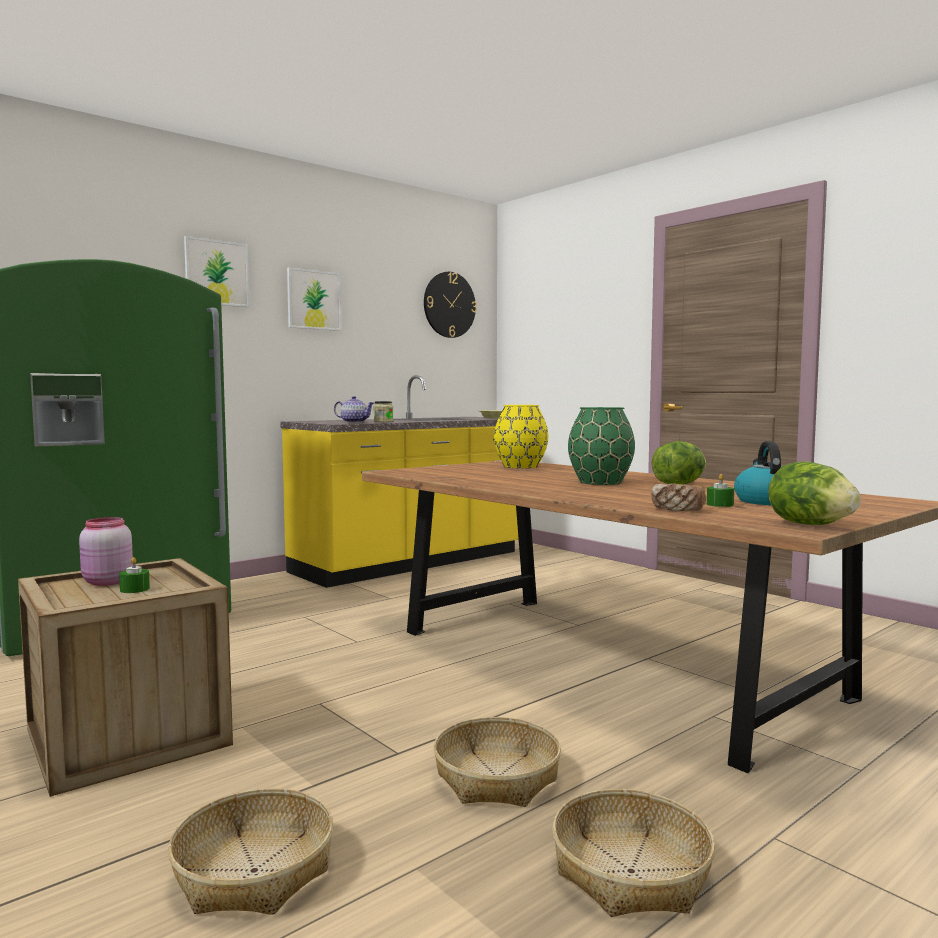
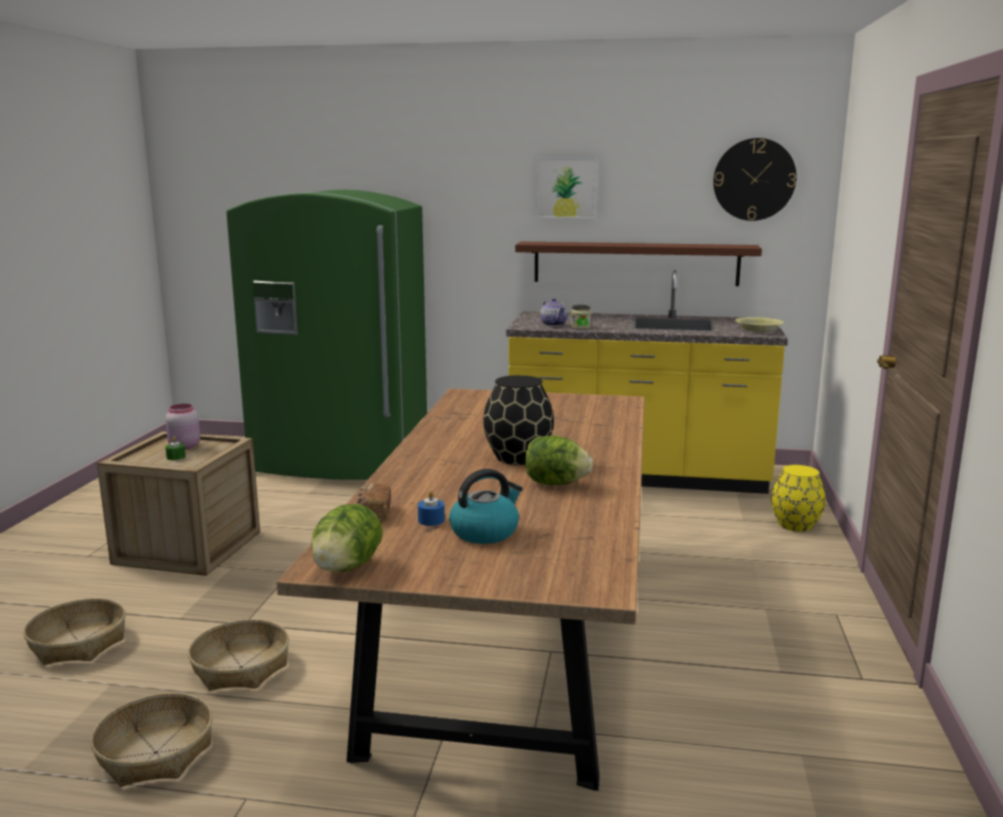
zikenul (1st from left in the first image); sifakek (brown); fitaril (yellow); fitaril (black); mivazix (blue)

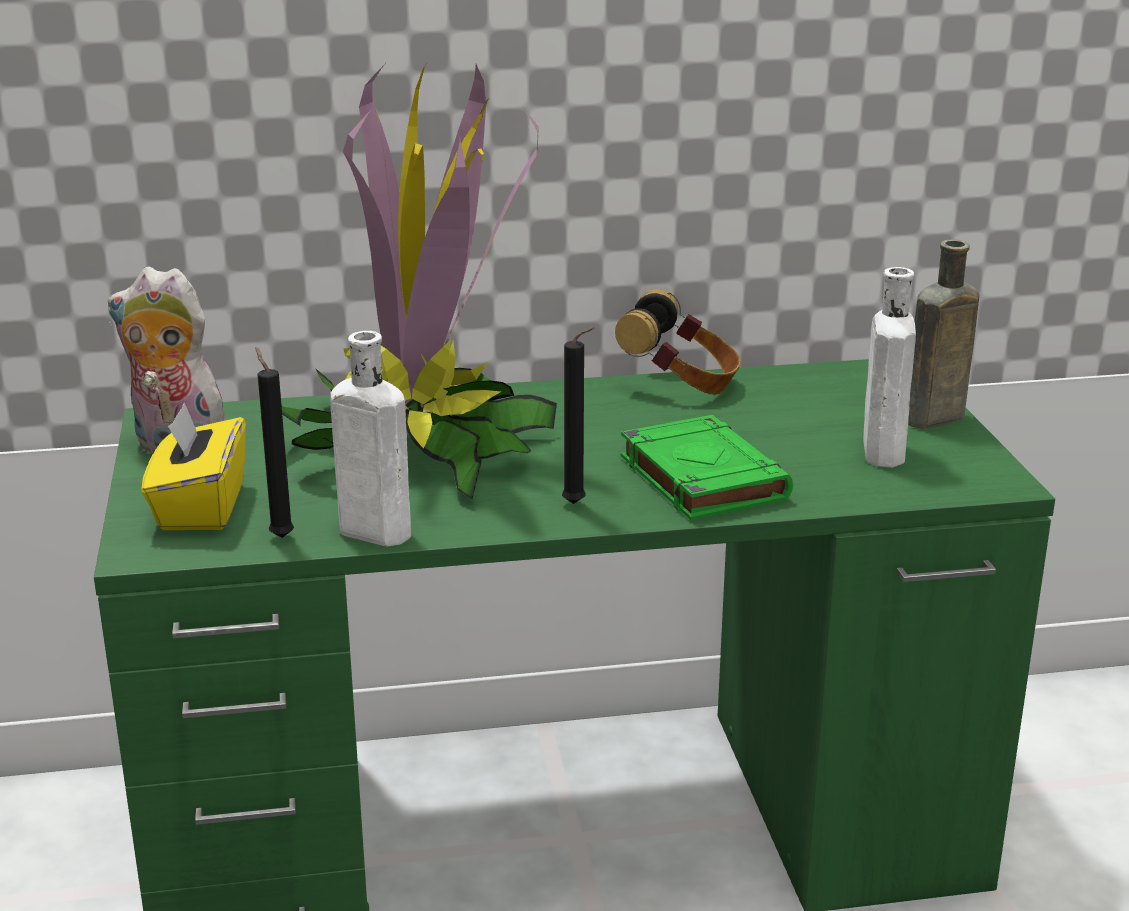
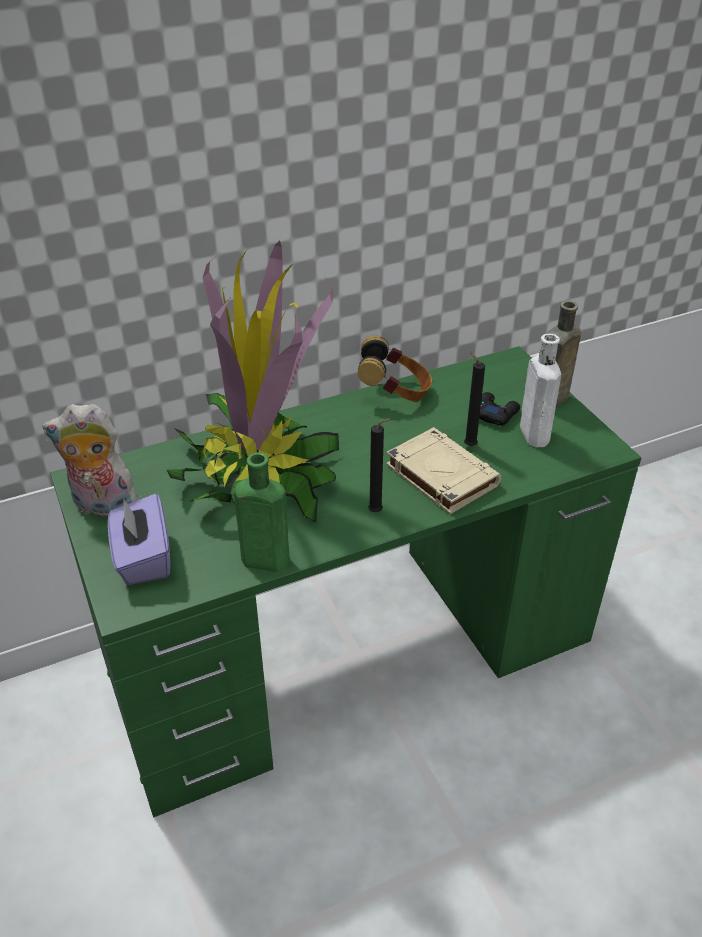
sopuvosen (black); mivazix (black) (2nd from left); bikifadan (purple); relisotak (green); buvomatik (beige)

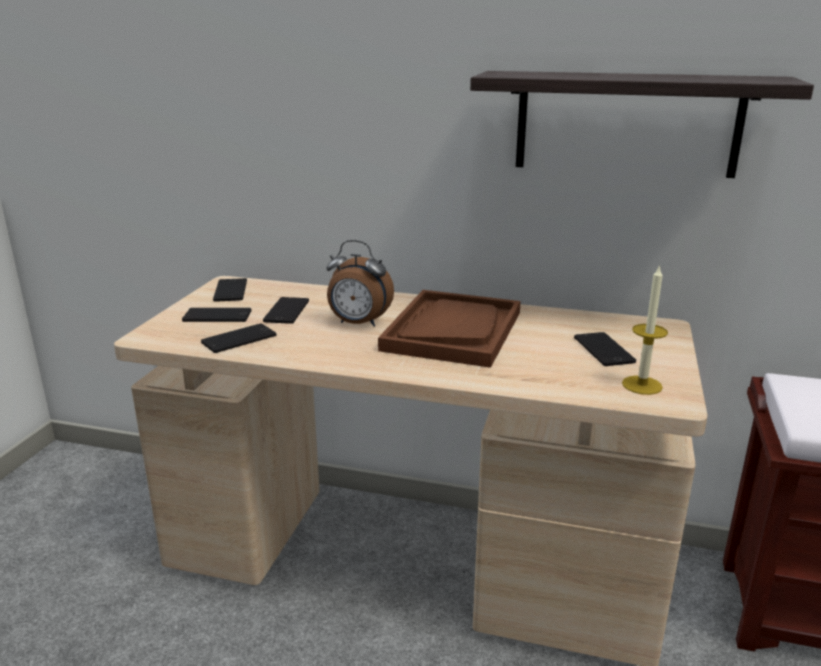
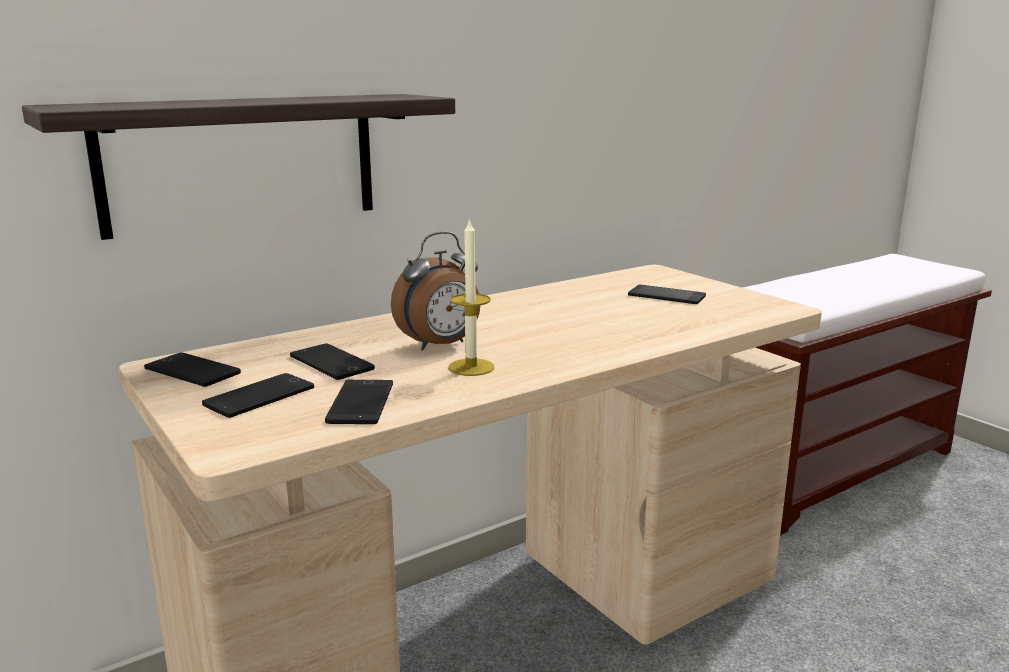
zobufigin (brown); sifakek; mivazix

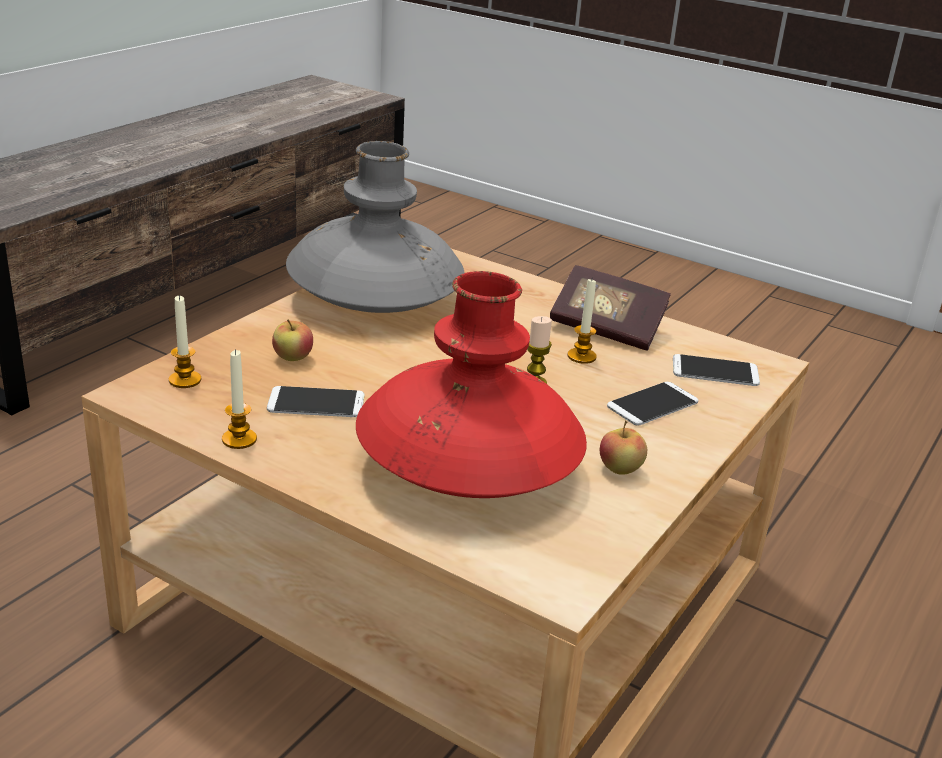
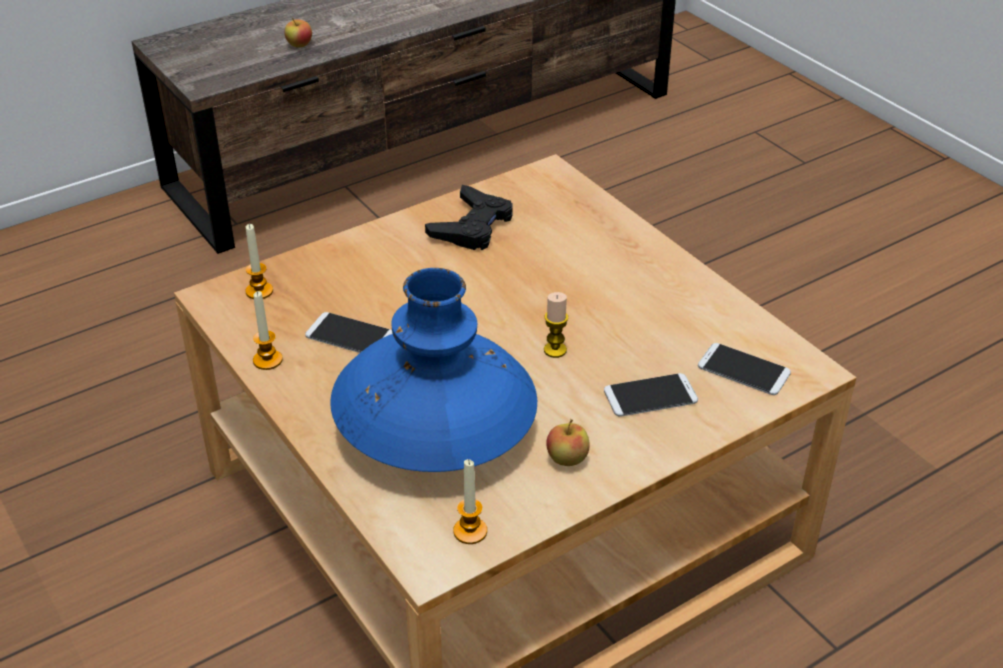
buvomatik; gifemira (1st from left); mivazix (3rd from left); sopuvosen (black); fitaril (blue)

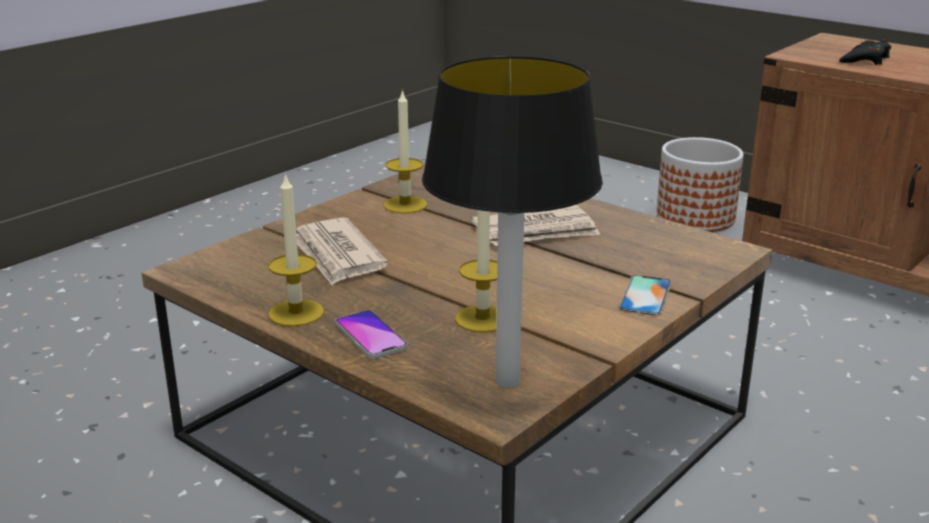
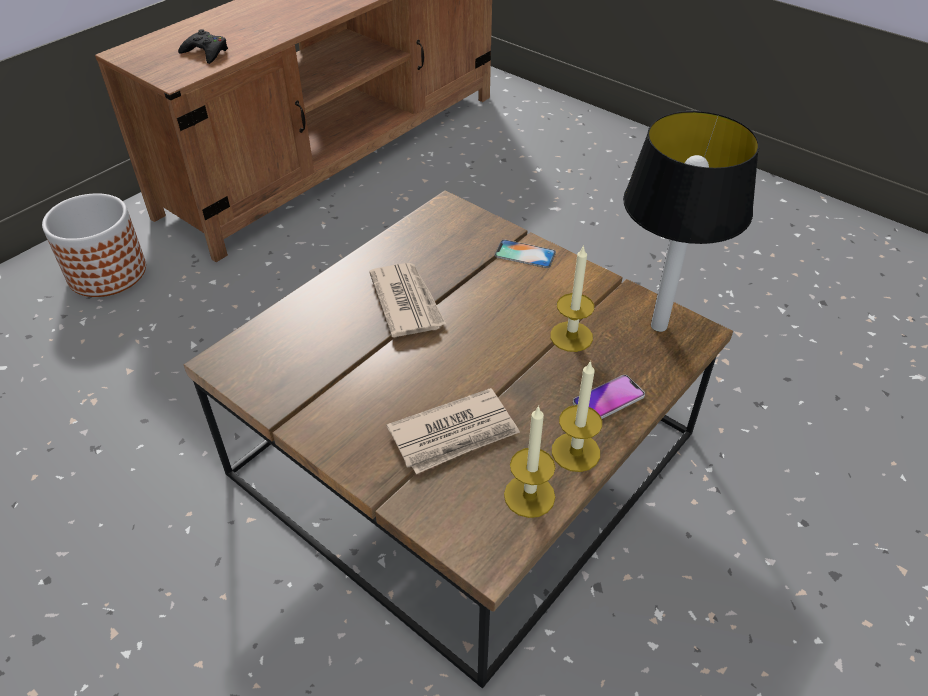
mivazix (1st from left)

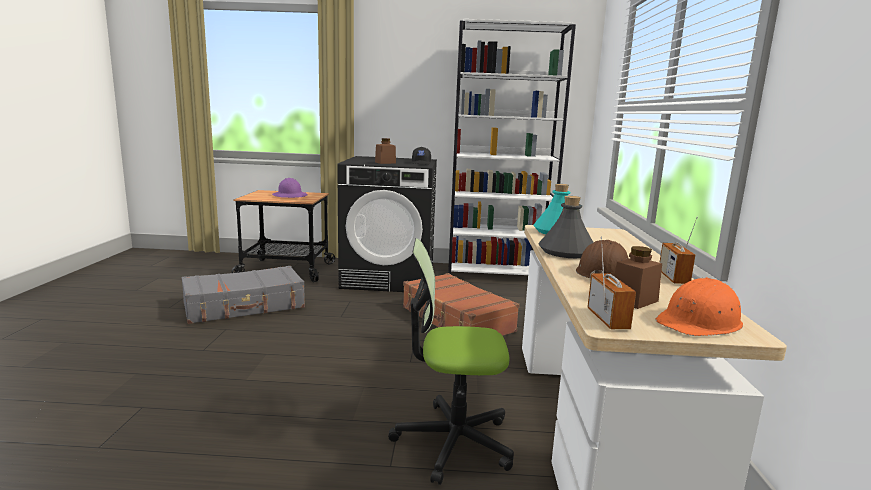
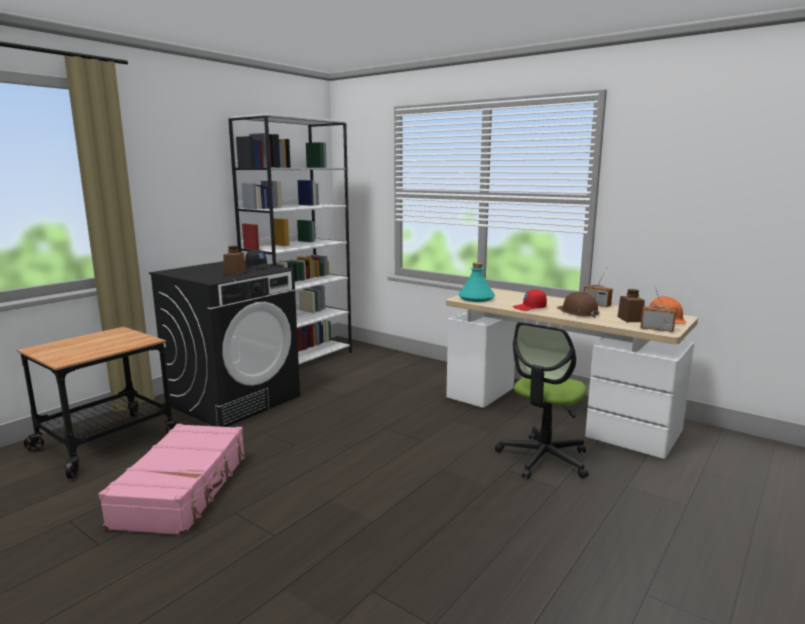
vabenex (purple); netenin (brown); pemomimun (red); netenin (pink)

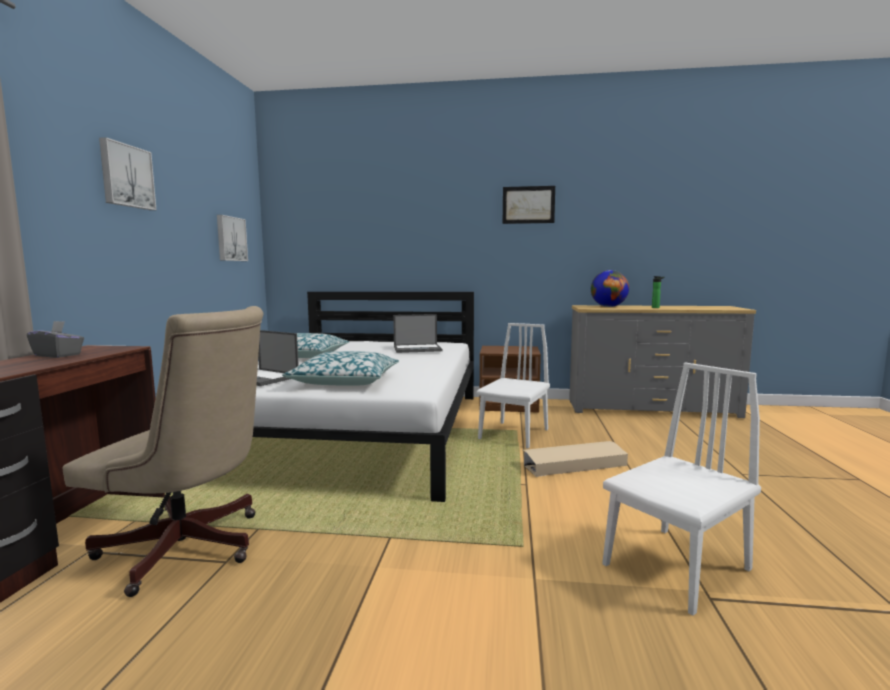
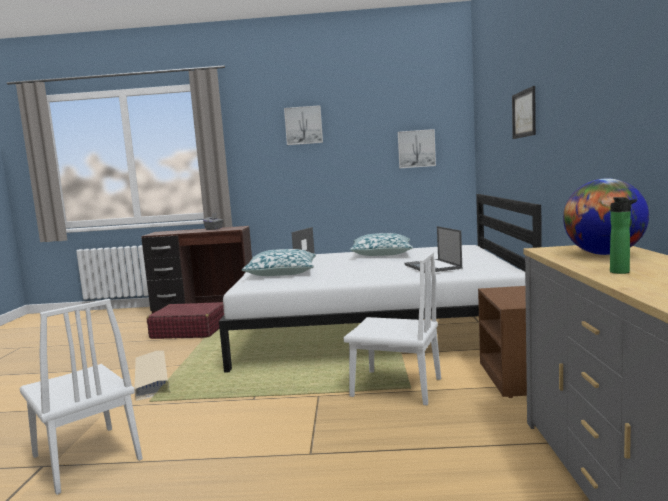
zikenul (3rd from left); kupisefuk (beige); netenin (red)

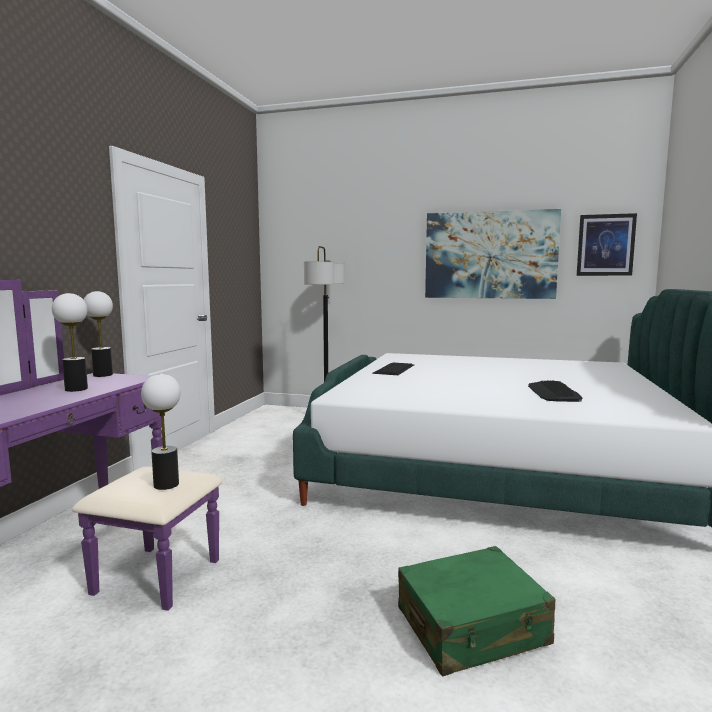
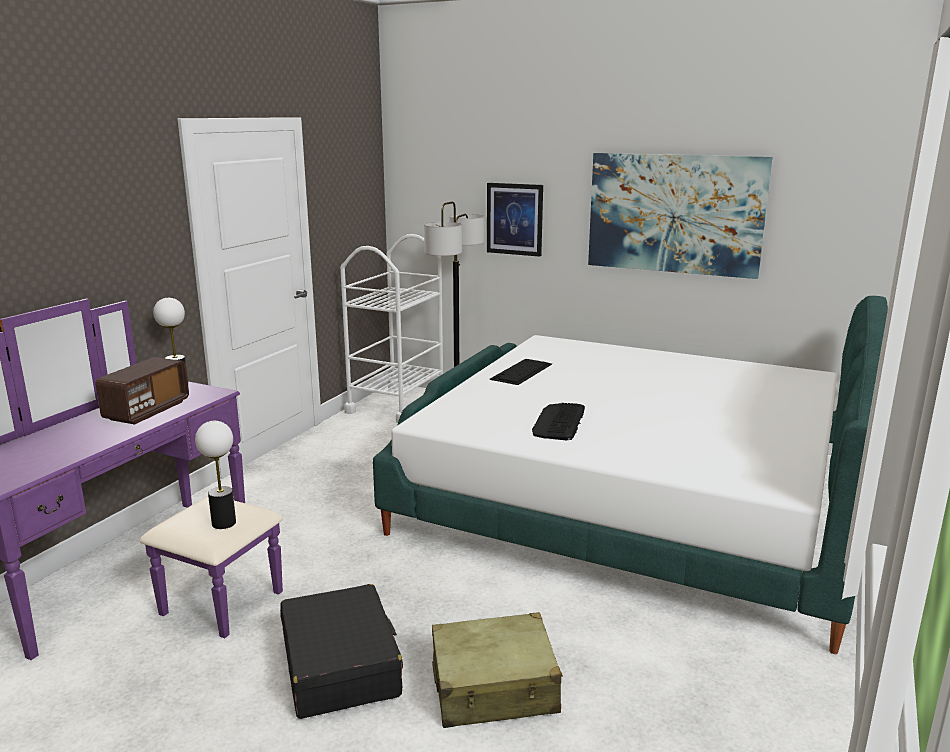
netenin (black); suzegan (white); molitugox (2nd from left); zikenul (1st from left); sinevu; netenin (beige)

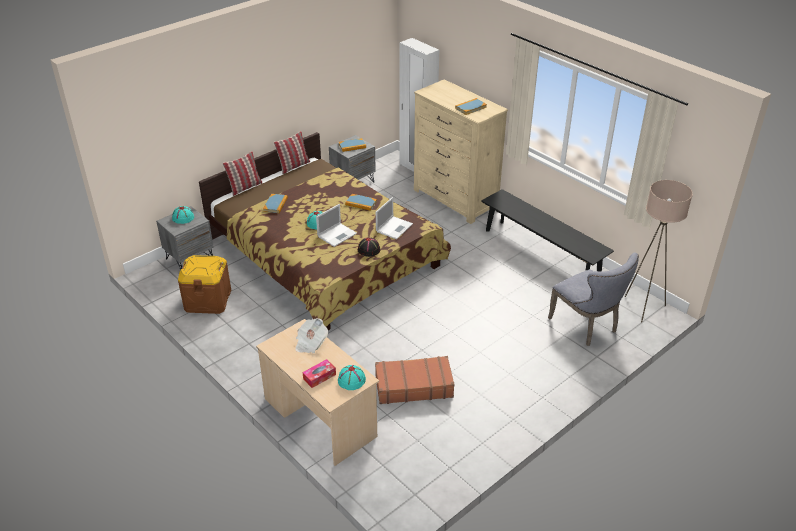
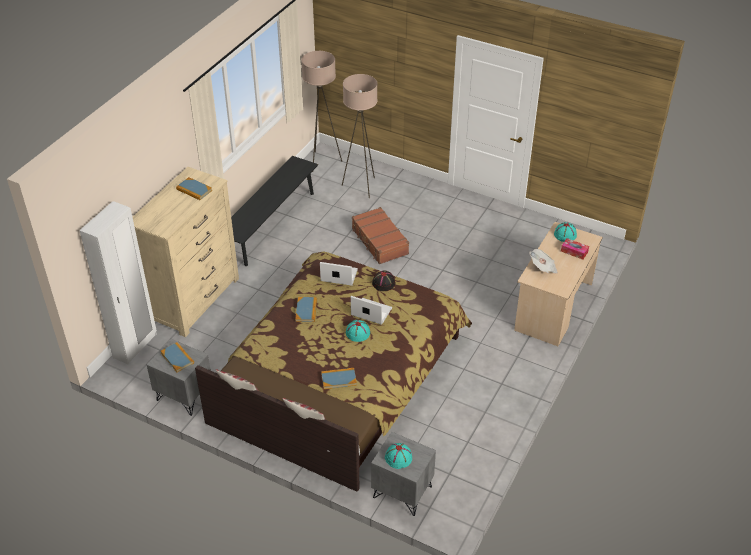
kupisefuk (brown); netenin (brown); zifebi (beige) (2nd from left)

